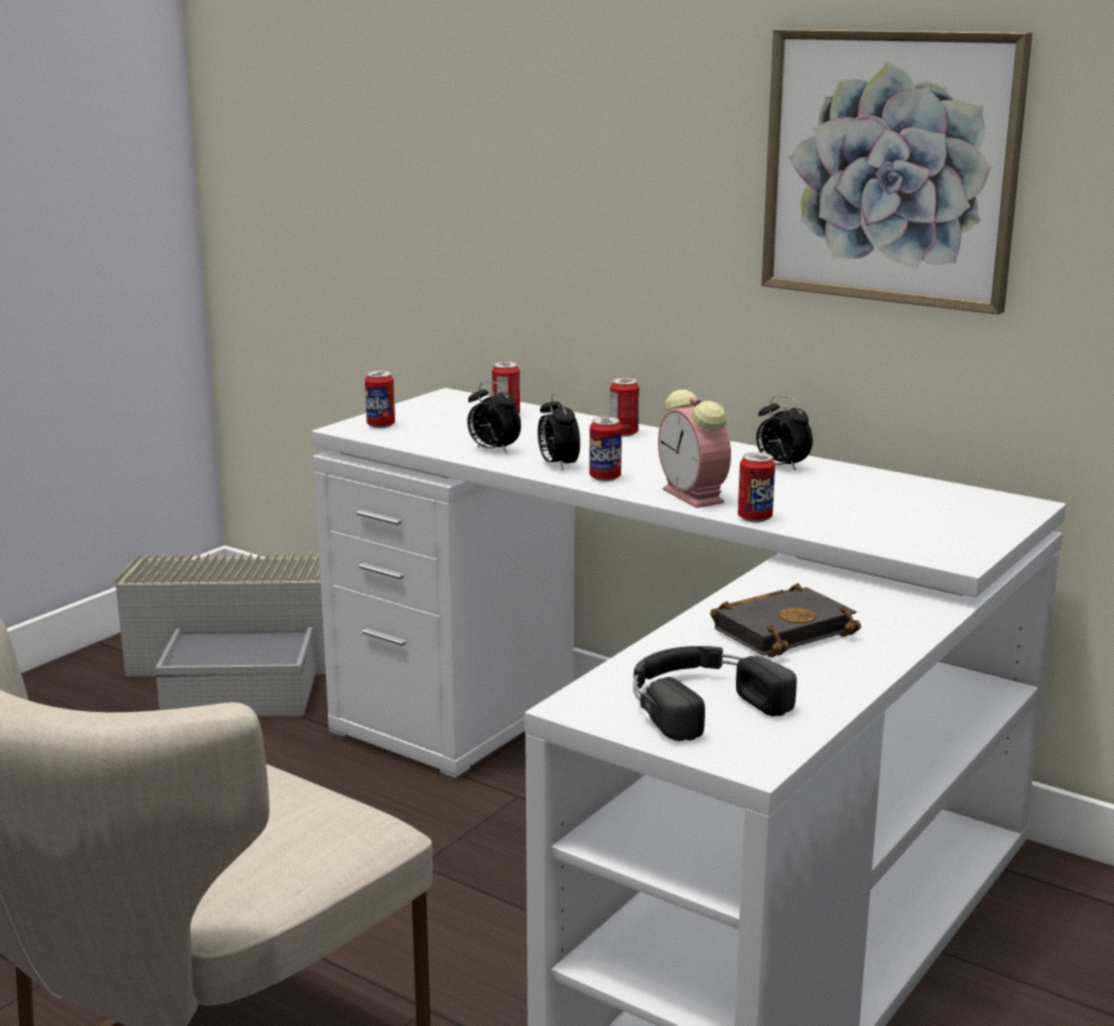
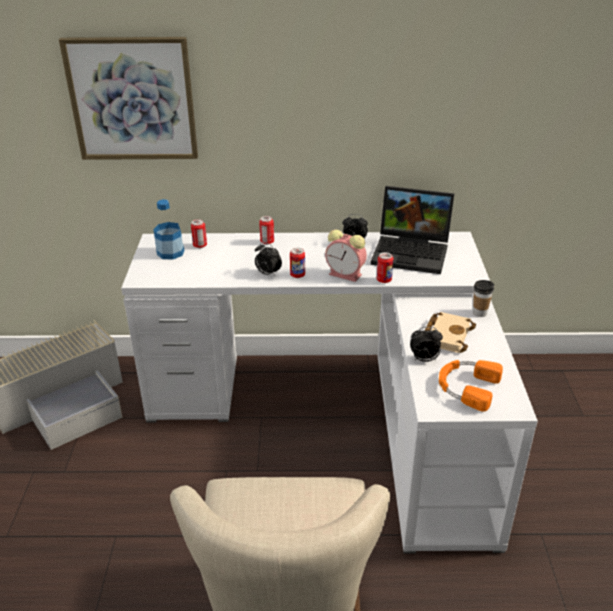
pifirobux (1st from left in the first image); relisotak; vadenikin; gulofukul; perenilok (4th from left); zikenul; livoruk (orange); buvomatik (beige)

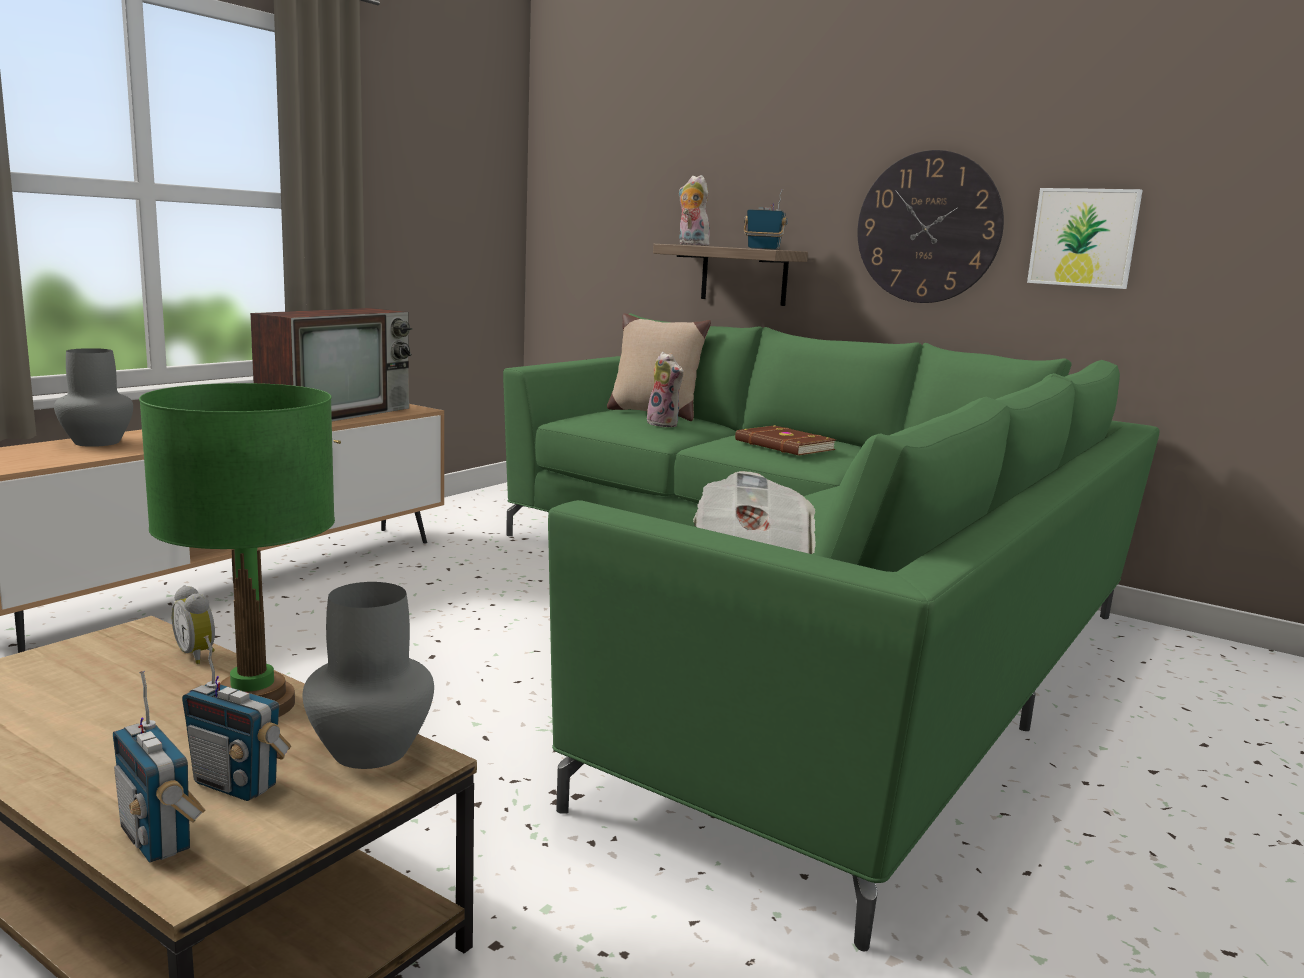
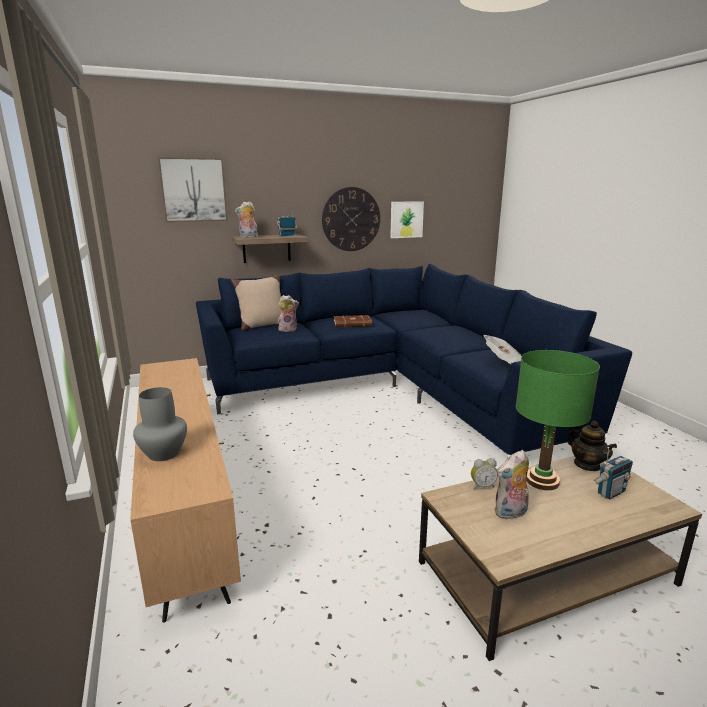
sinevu (1st from left in the first image); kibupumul; zikenul (1st from left); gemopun (3rd from left); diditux; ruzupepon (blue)

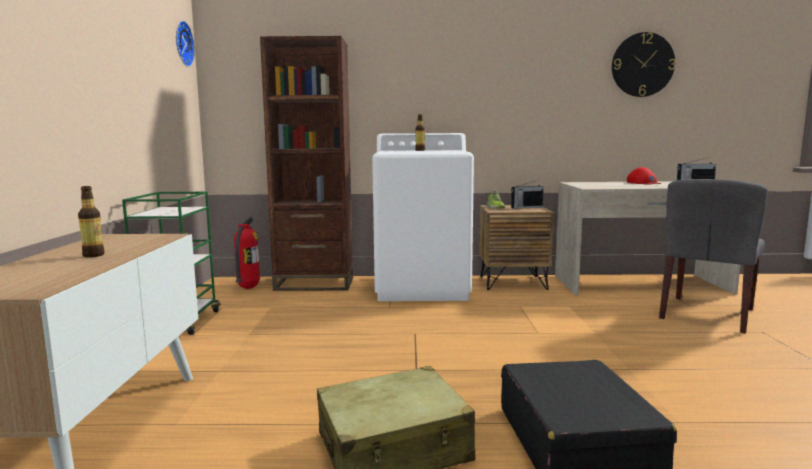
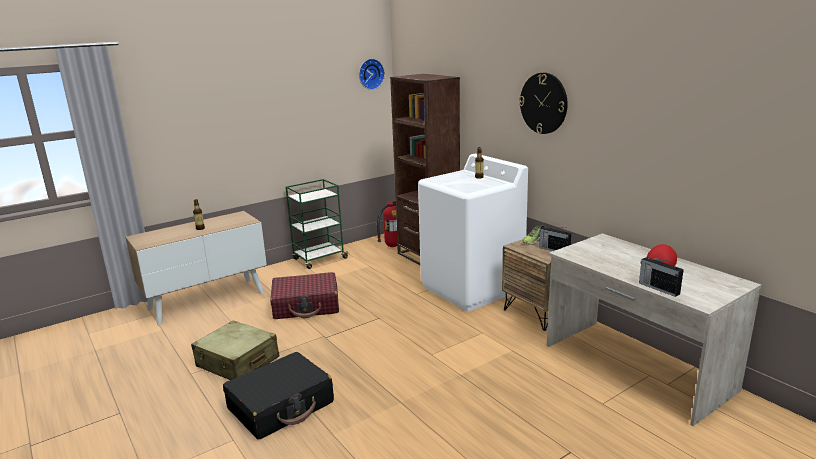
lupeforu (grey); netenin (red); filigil (2nd from left)

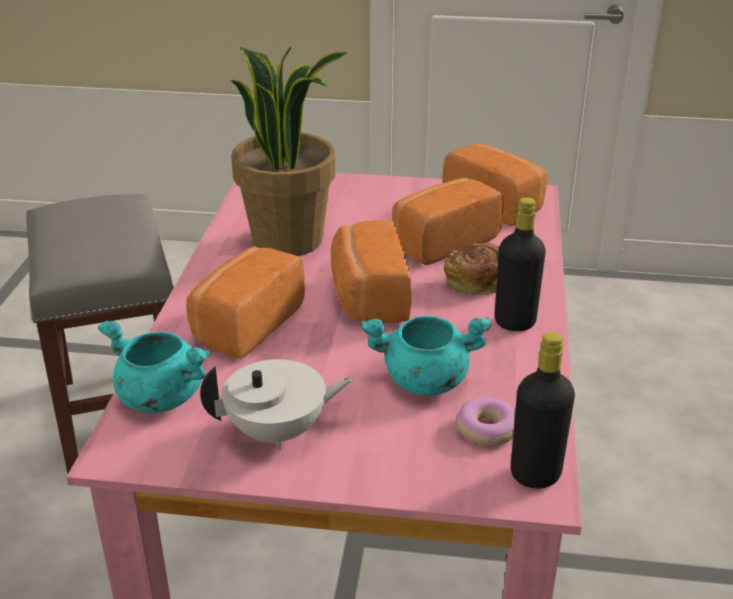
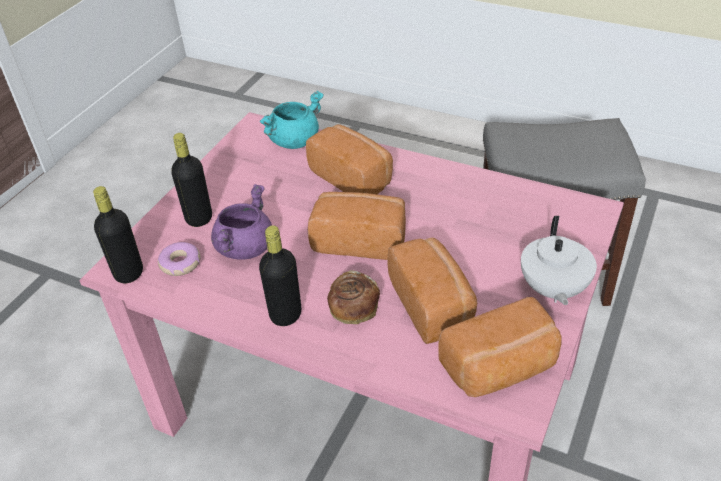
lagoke; relisotak (black) (2nd from left); diditux (white); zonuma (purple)

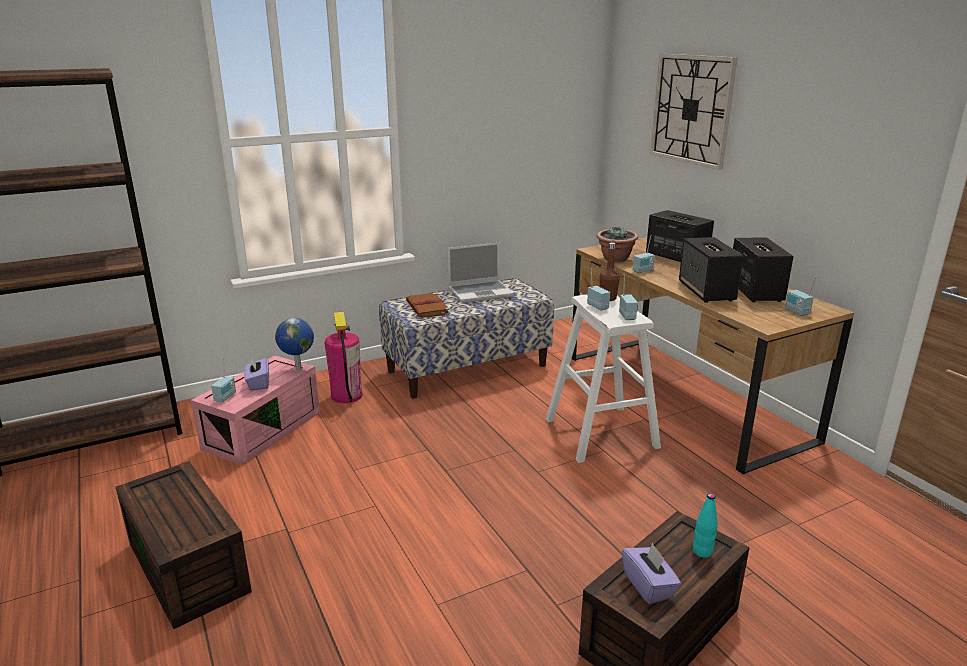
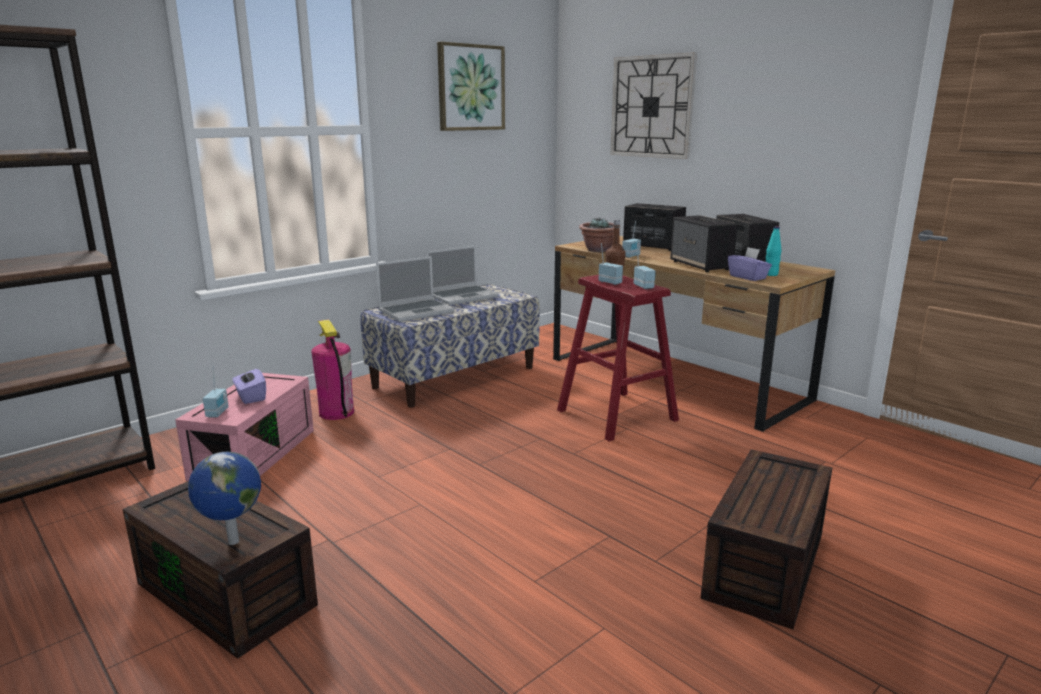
sinevu (5th from left in the first image); zikenul; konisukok; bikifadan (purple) (2nd from left); relisotak (turquoise); vadenikin (1st from left); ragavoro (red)

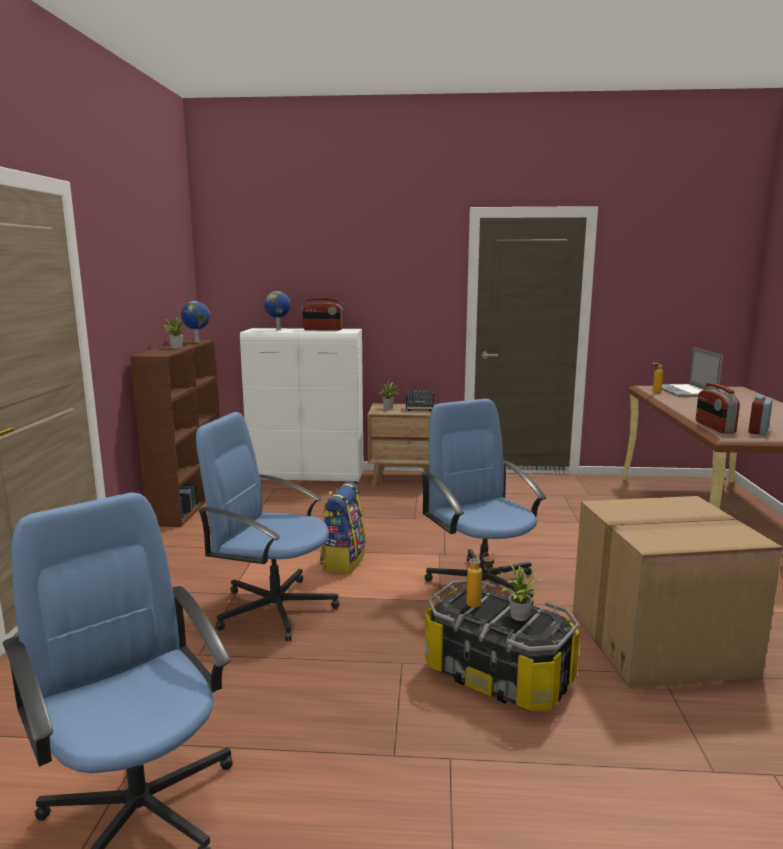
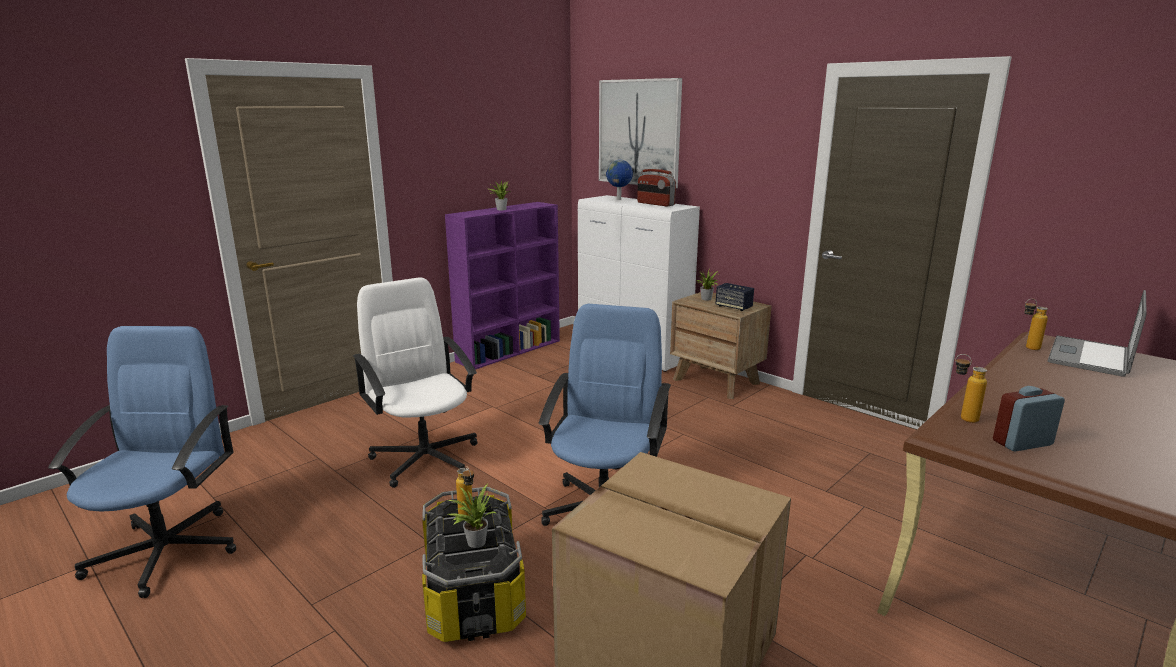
konisukok (1st from left in the first image); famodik; zikenul; relisotak (2nd from left); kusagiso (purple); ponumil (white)

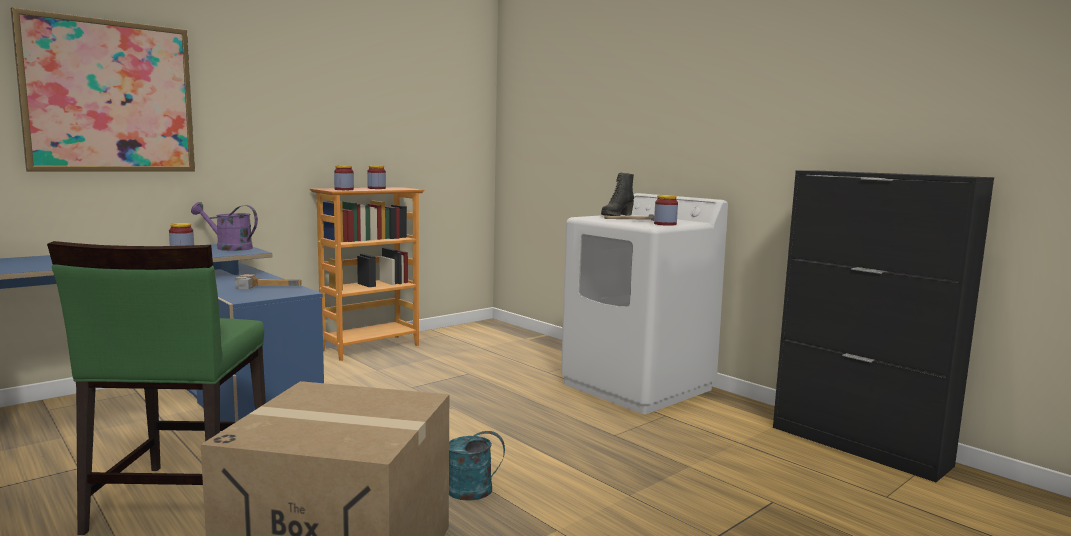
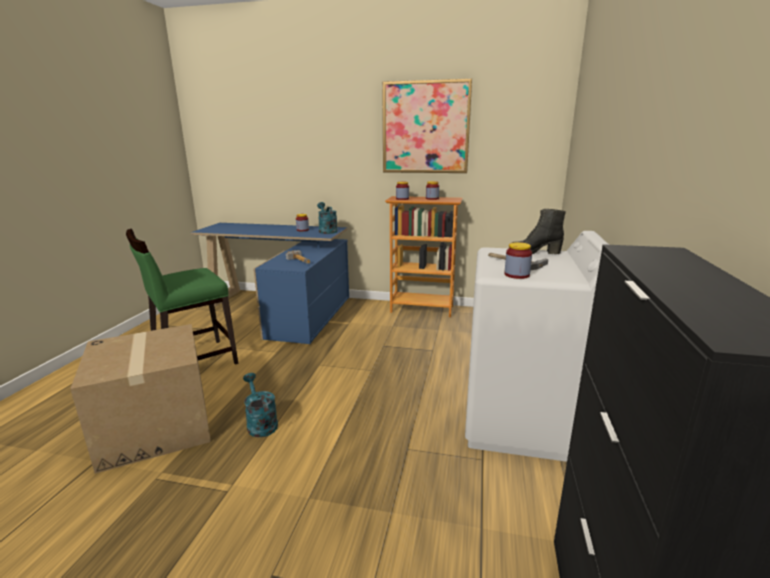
zikenul; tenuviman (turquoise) (2nd from left)

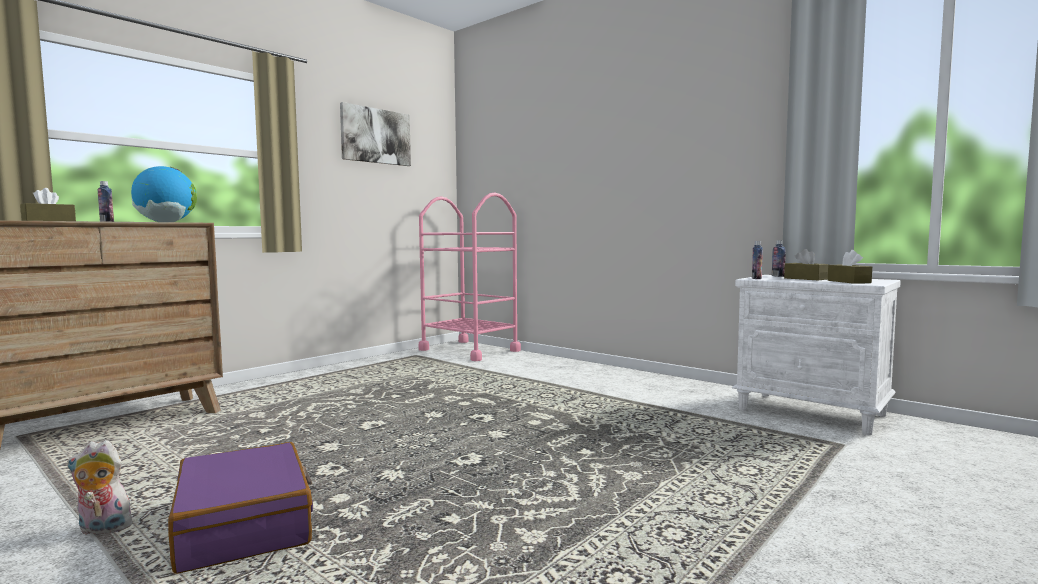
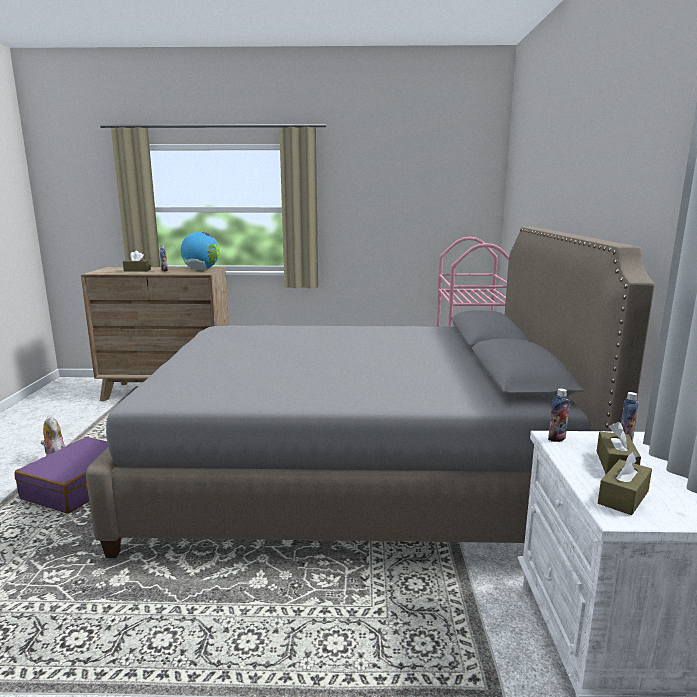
zikenul; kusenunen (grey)

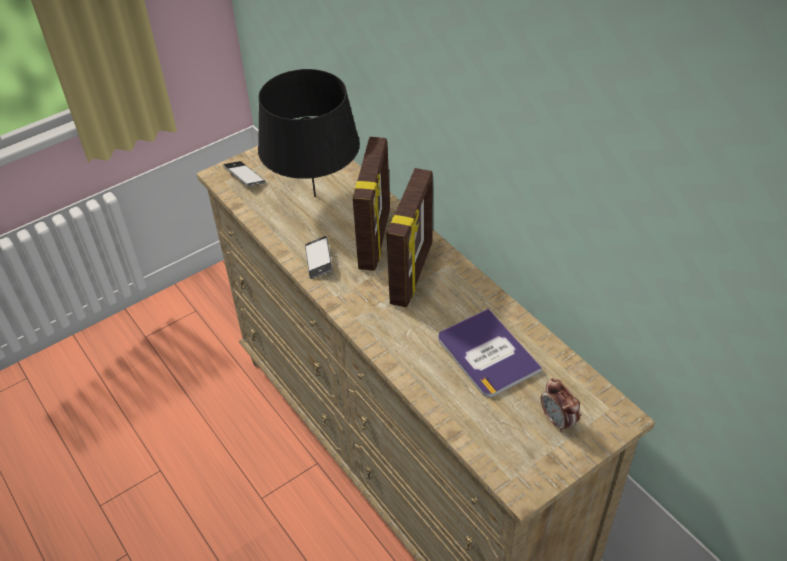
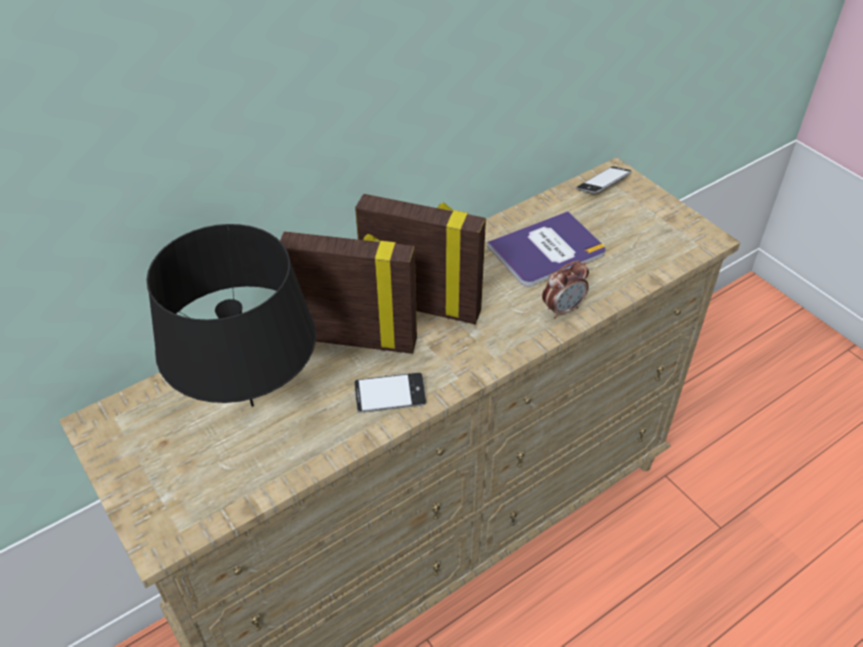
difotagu (2nd from left); perenilok

